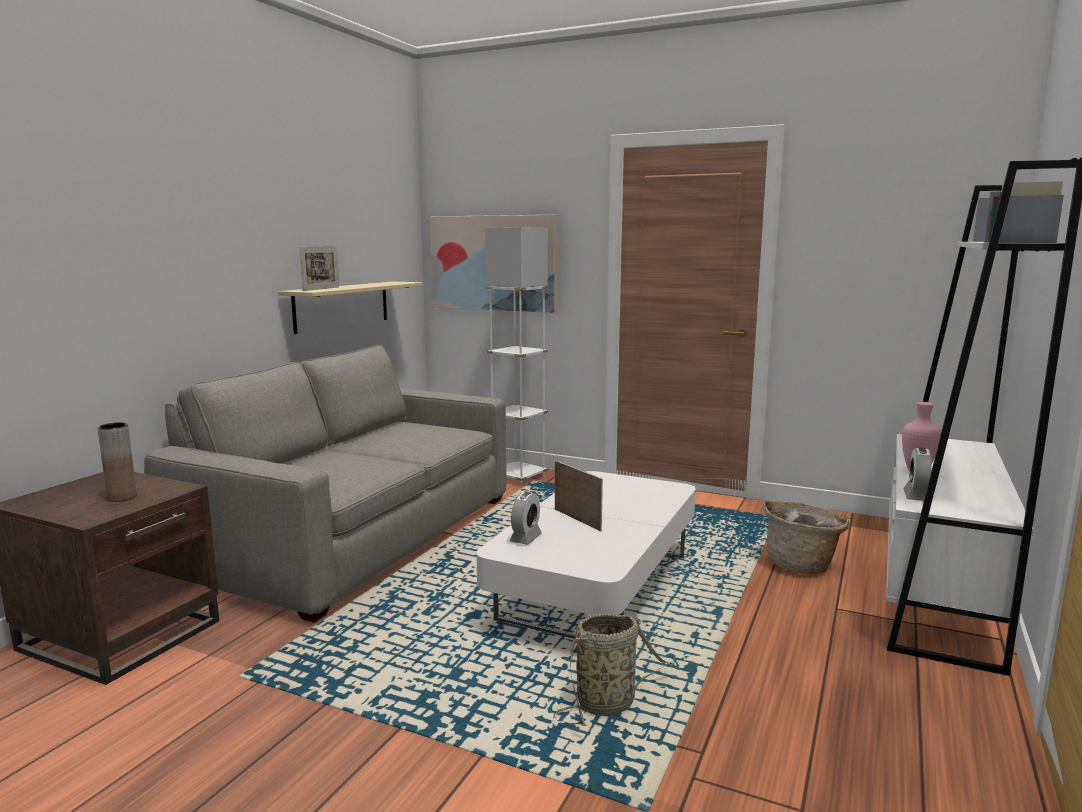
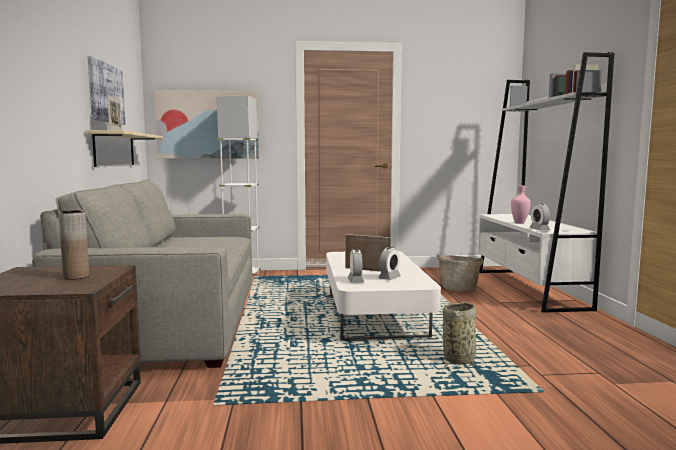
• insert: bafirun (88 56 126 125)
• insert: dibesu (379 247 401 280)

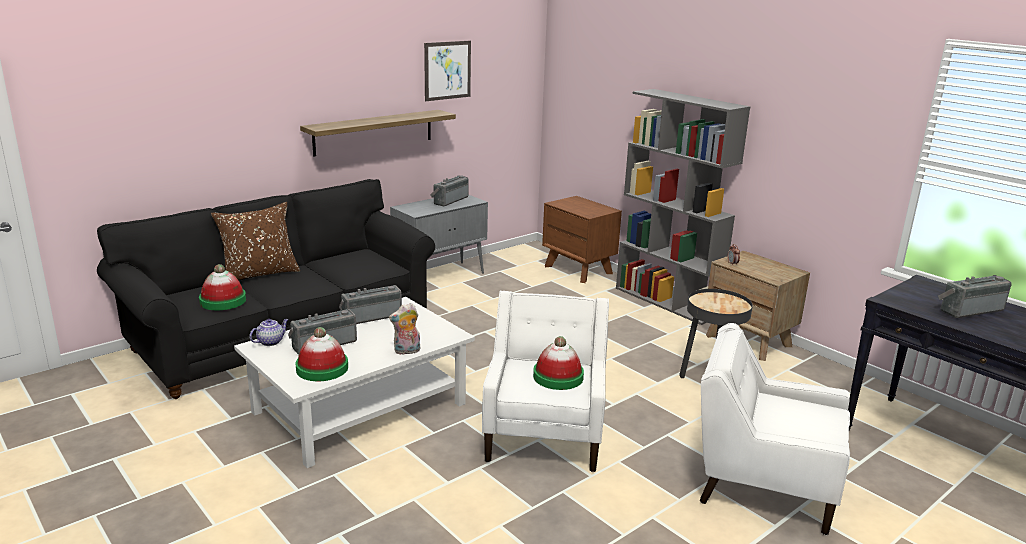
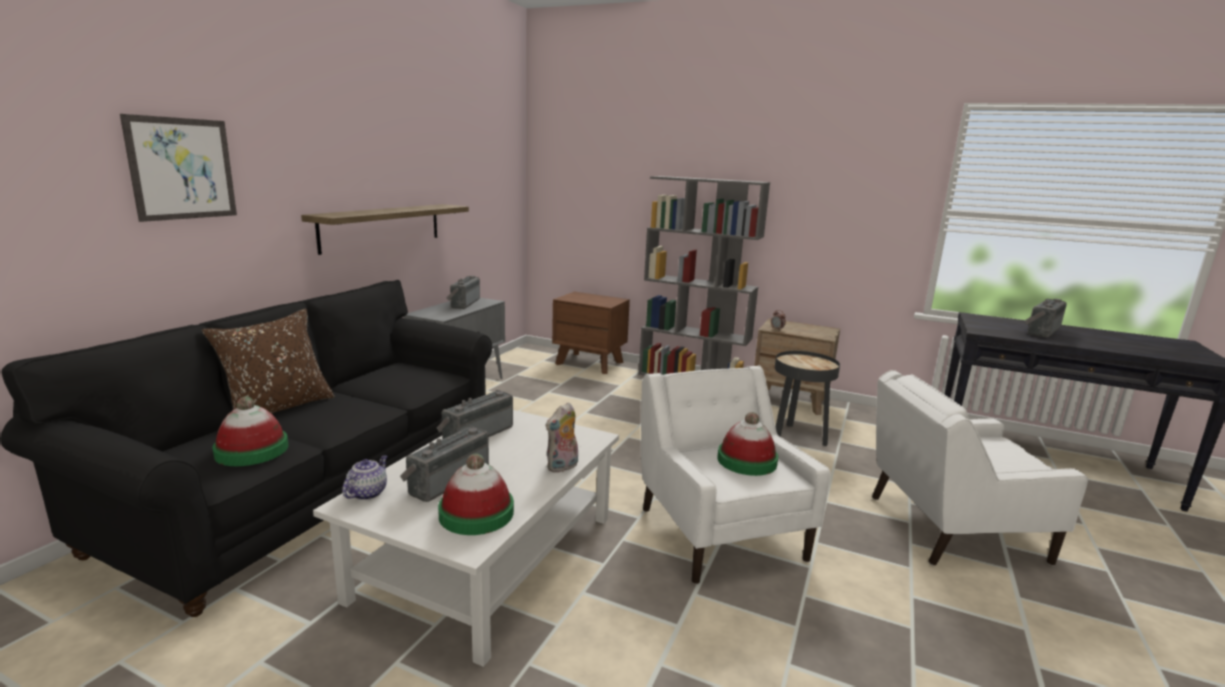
• move: bafirun (424 41 471 101) to (120 114 237 222)

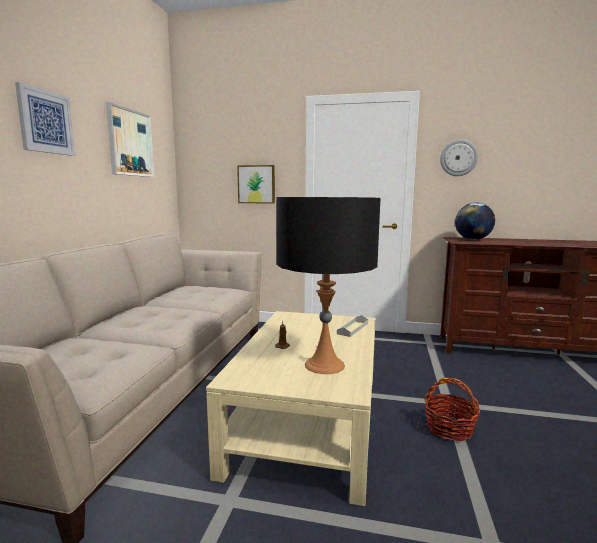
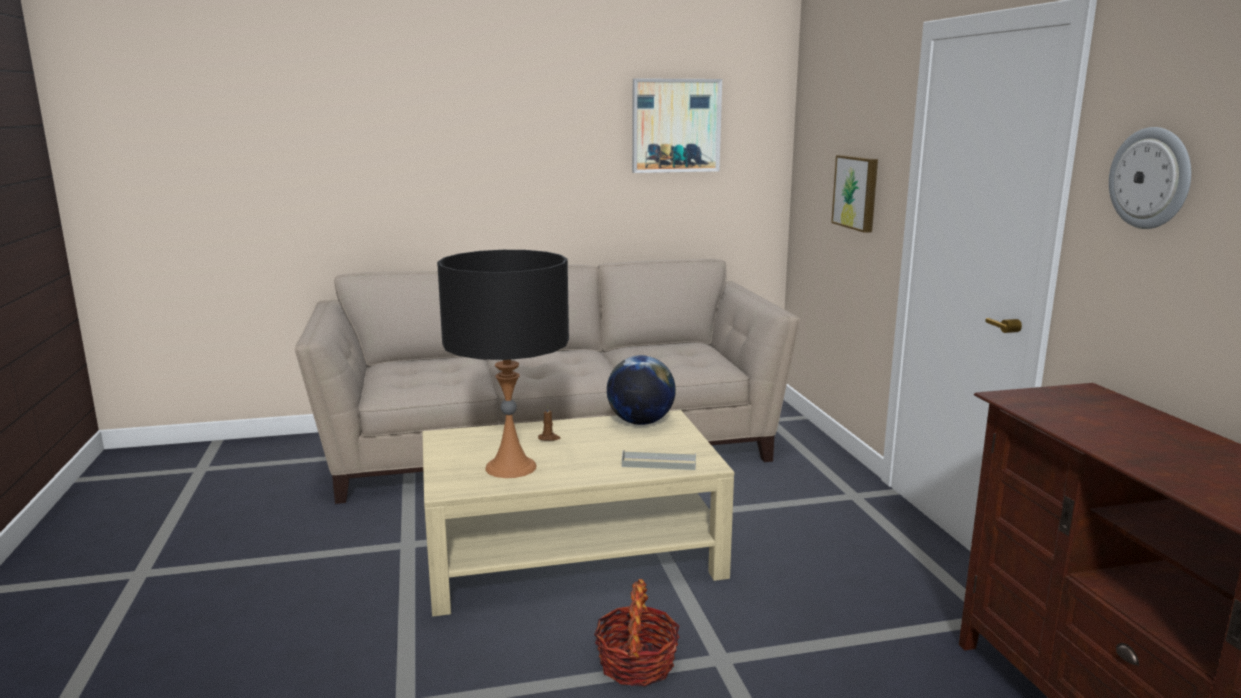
• delete: bafirun (15 82 75 156)
• move: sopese (455 203 495 240) to (607 355 676 425)

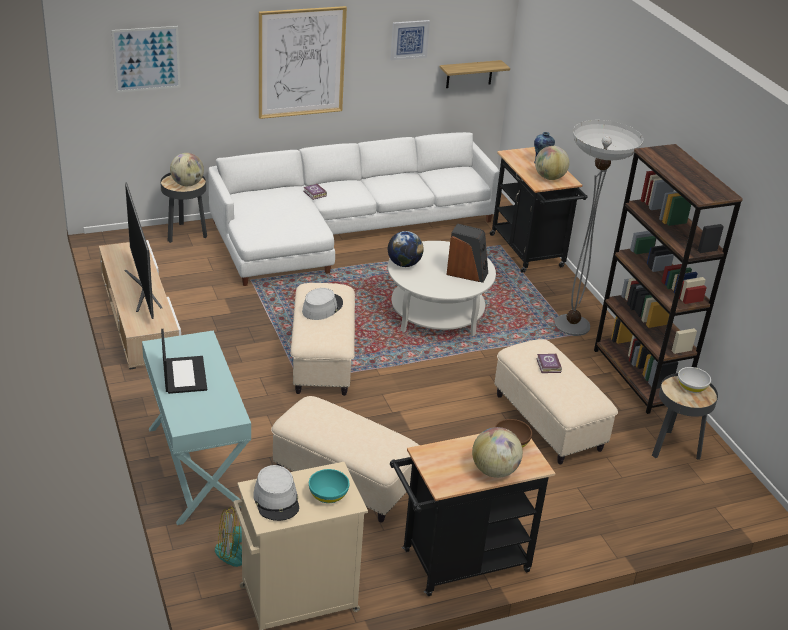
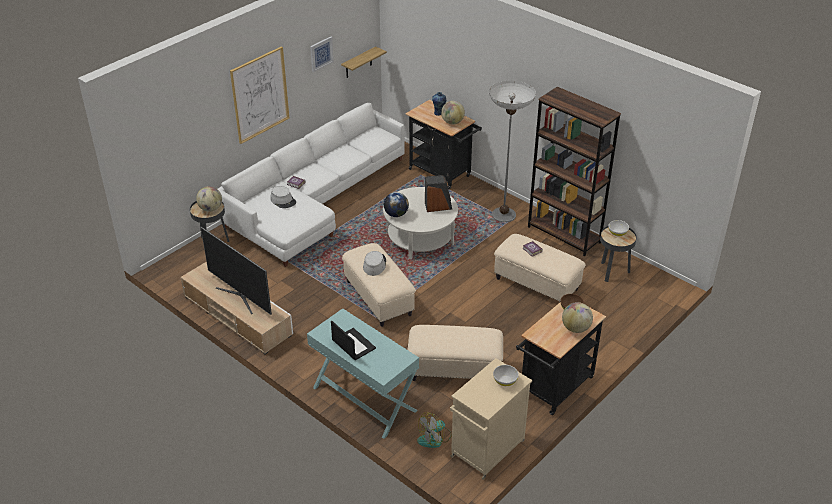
• delete: bafirun (111 26 180 93)
• move: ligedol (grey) (253 465 299 521) to (270 186 296 208)
• recolor: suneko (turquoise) (309 469 350 503) to suneko (white) (493 365 519 386)

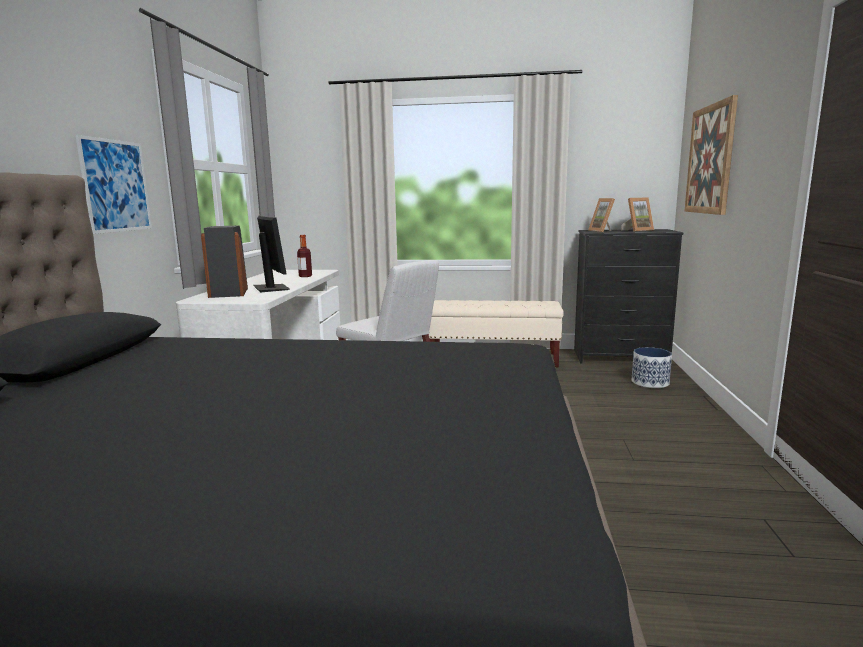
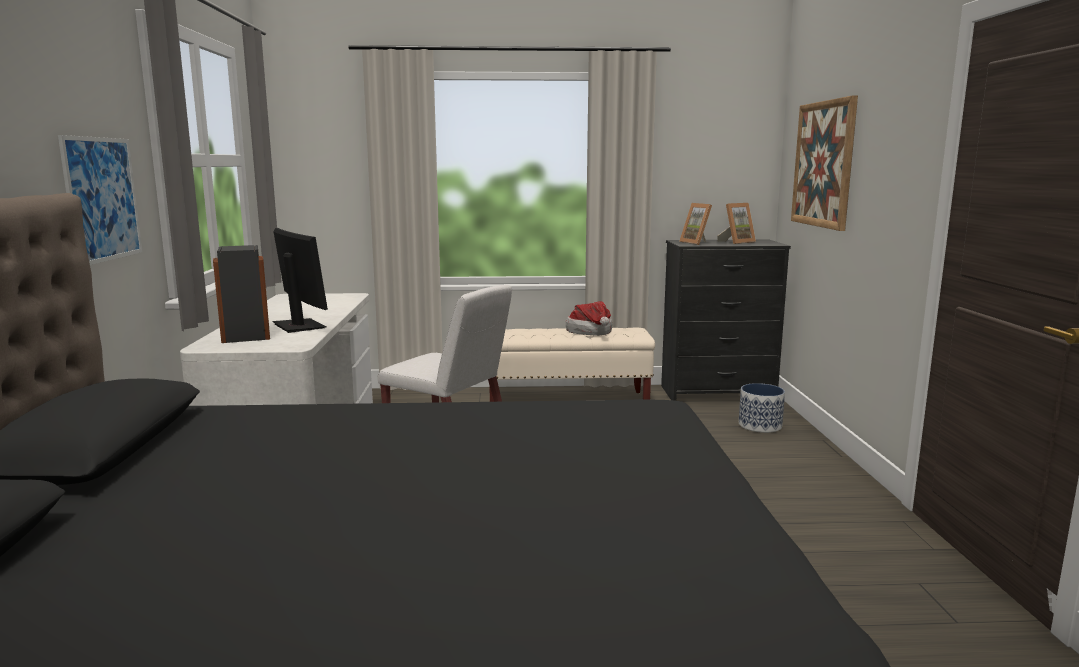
• delete: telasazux (297 235 312 277)
• insert: ligedol (566 301 612 336)

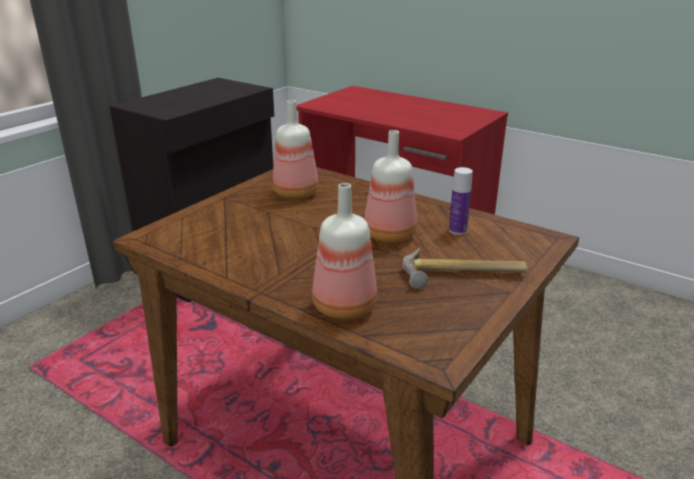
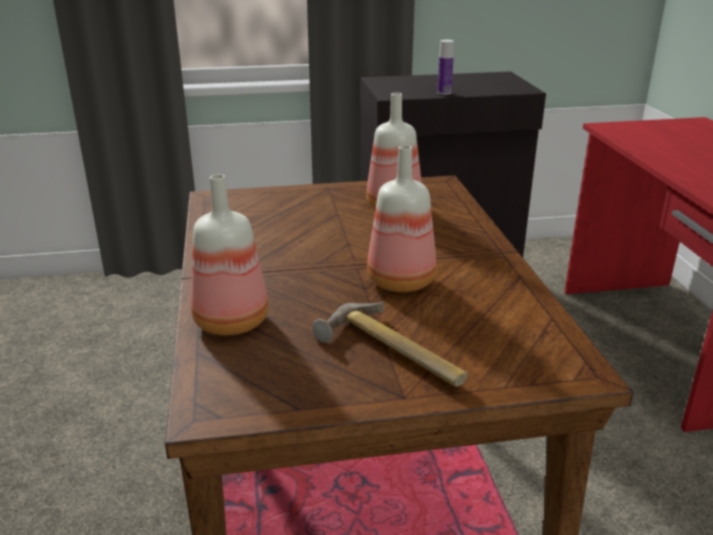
• move: telasazux (449 167 473 235) to (437 40 454 95)

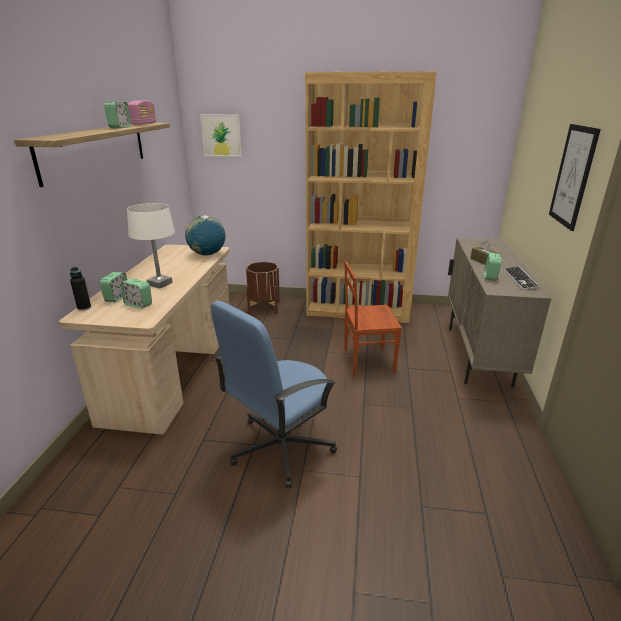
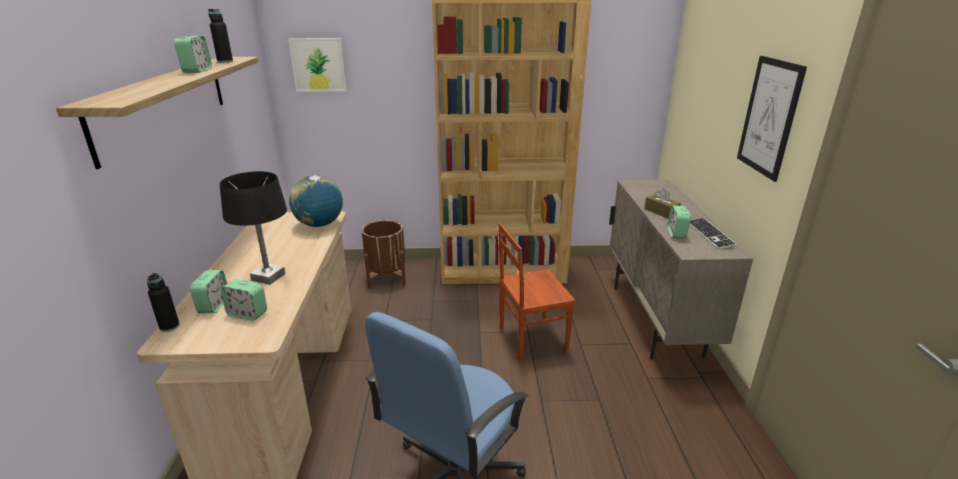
• recolor: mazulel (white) (127 203 175 289) to mazulel (black) (220 171 287 285)
• replace: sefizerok (128 100 156 125) to telasazux (black) (208 9 233 63)

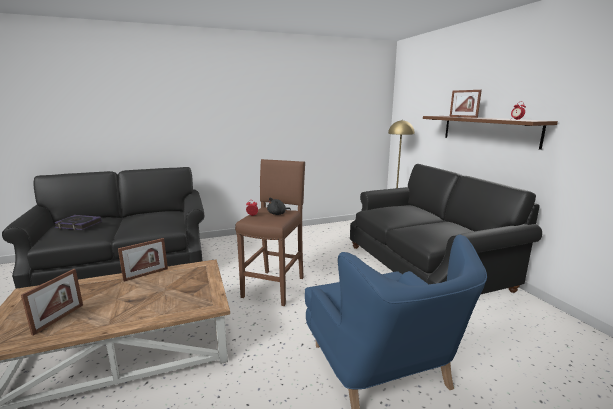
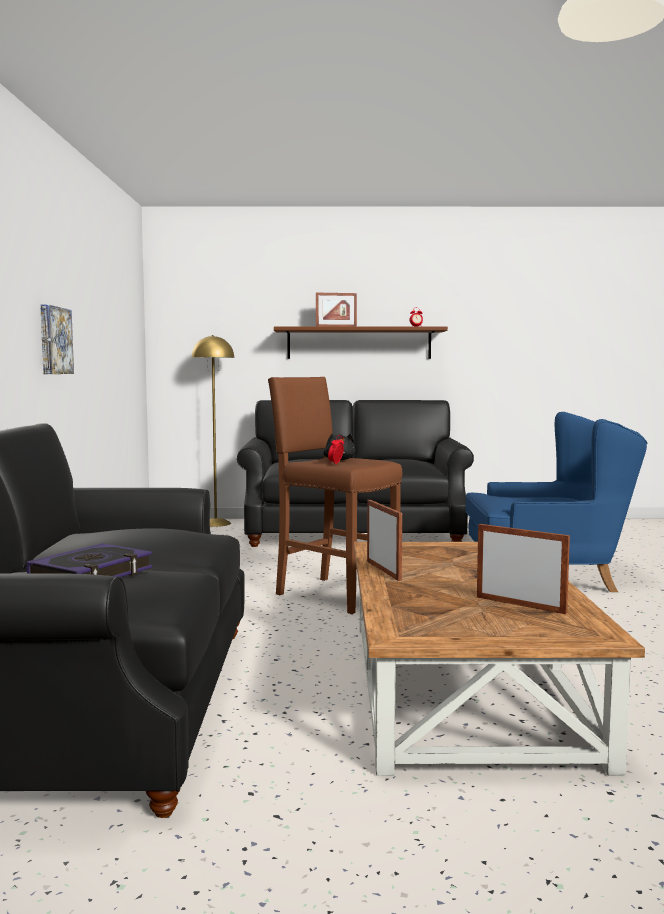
• insert: bafirun (40 305 74 374)

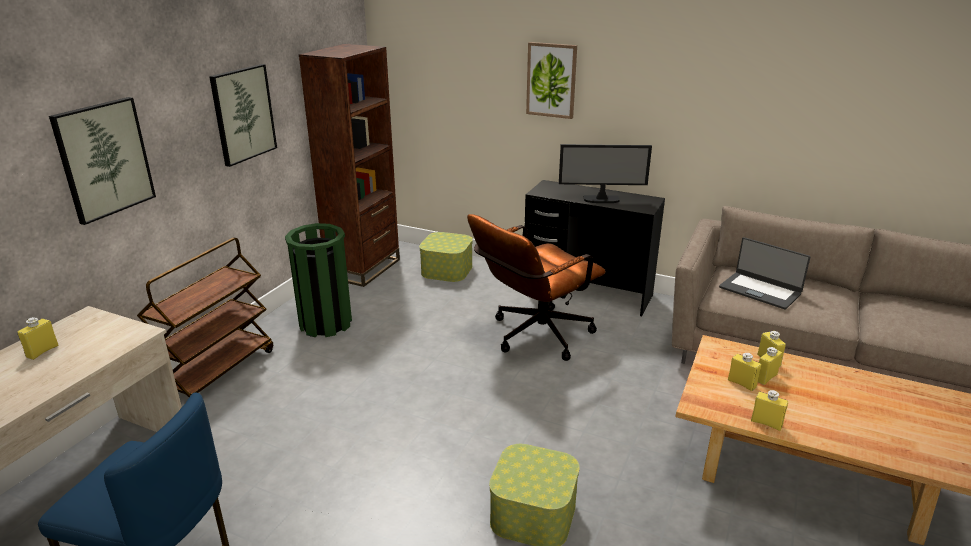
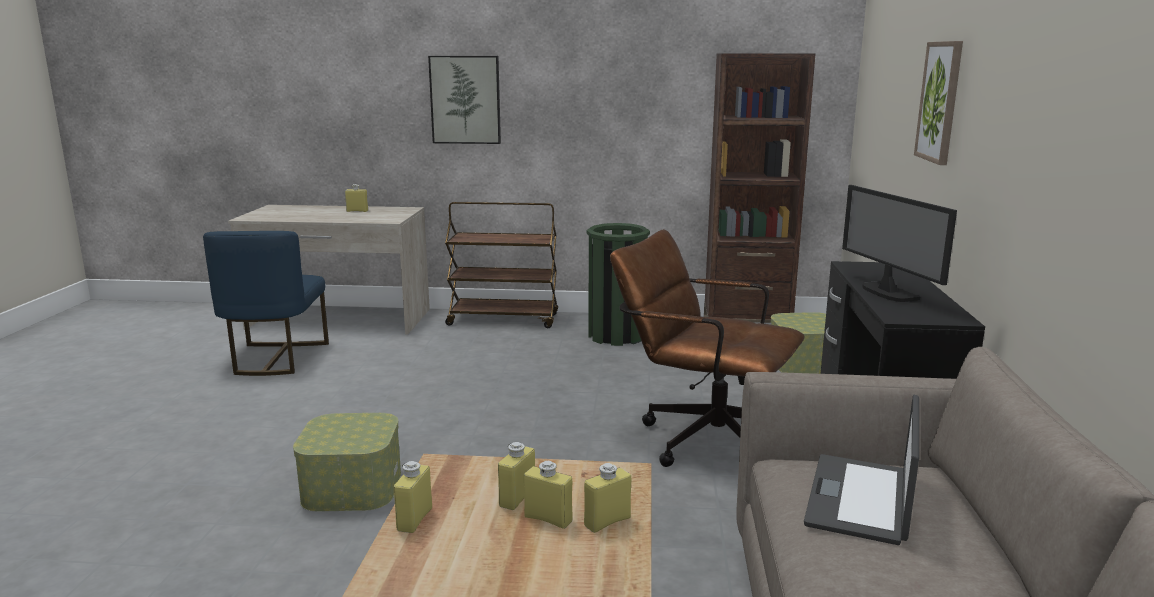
• delete: bafirun (209 64 277 167)

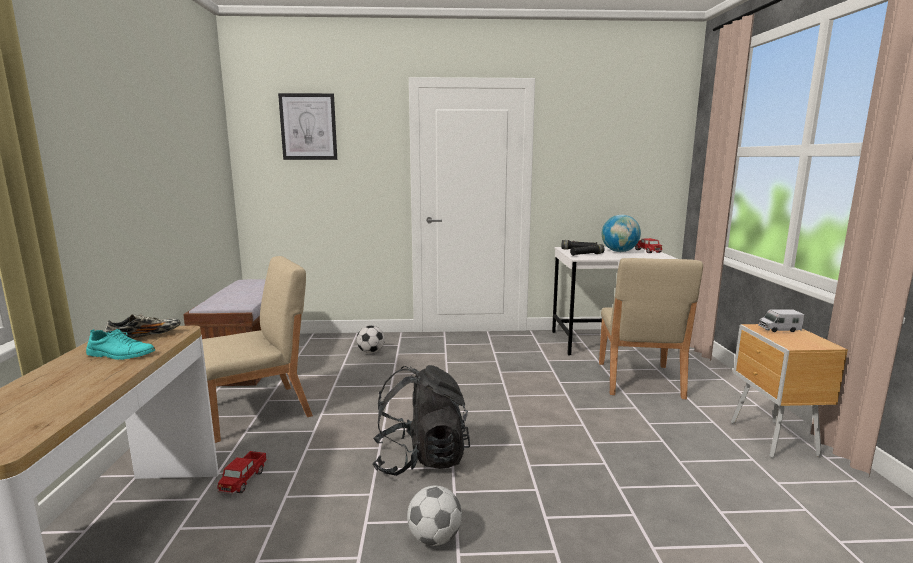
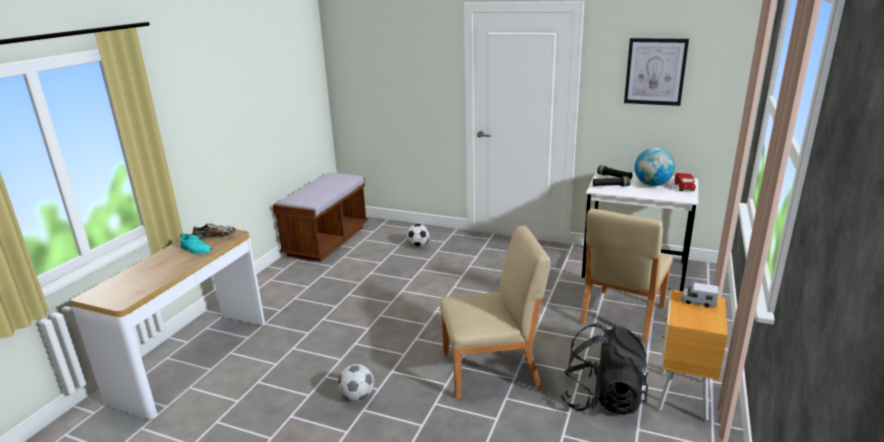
• move: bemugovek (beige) (202 256 313 443) to (440 226 551 399)
• delete: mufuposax (217 451 268 494)
• move: bafirun (278 93 337 160) to (624 38 689 106)
• move: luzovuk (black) (372 365 470 476) to (560 323 648 415)

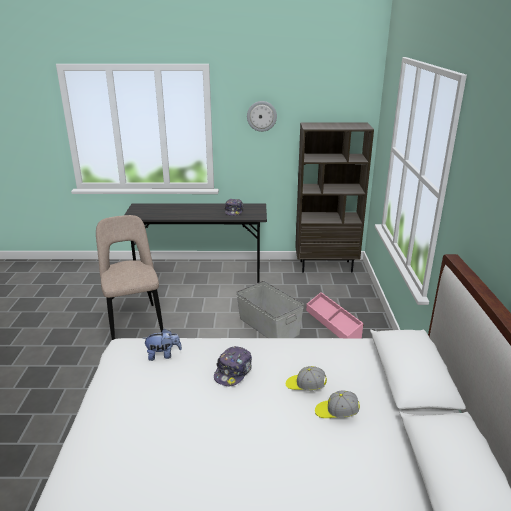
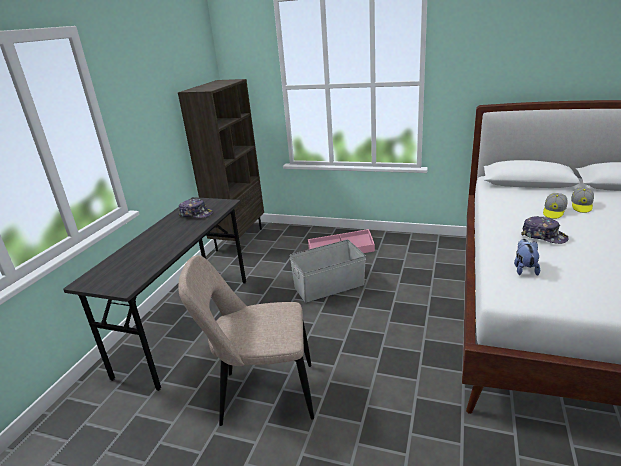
• delete: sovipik (247 101 277 132)

